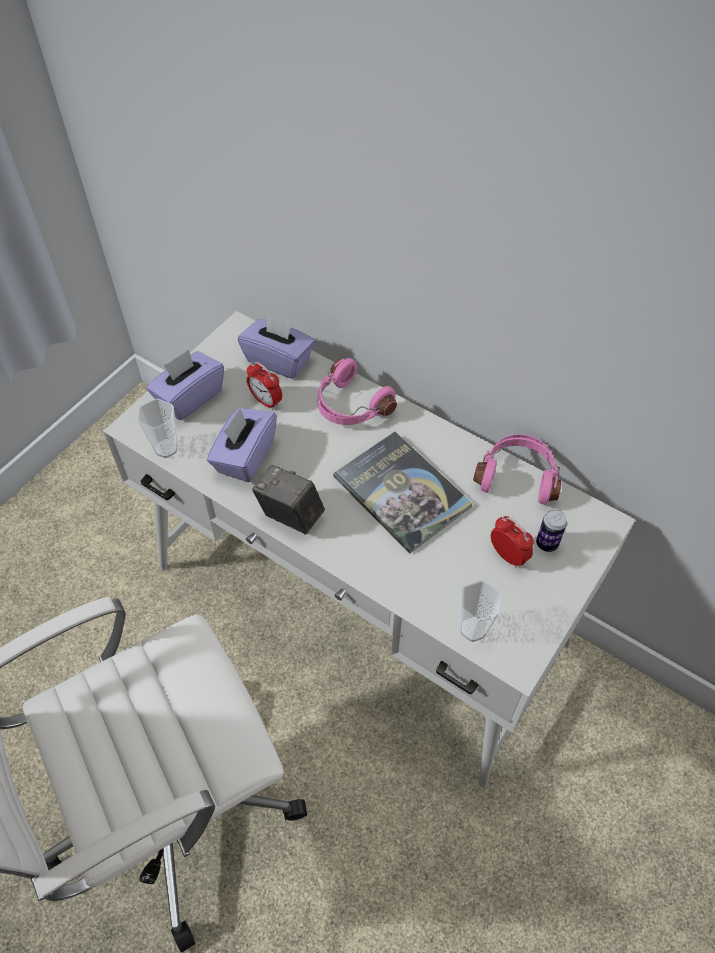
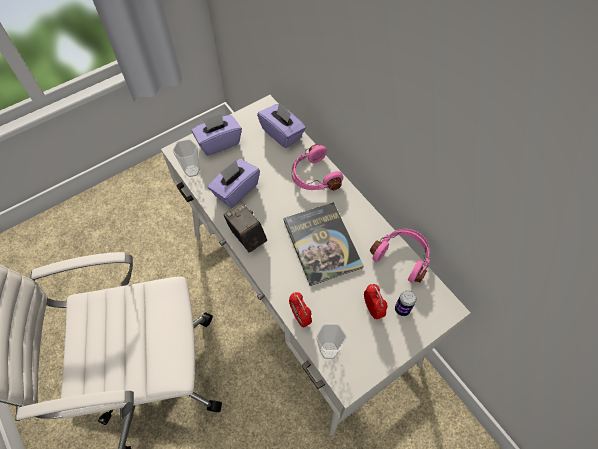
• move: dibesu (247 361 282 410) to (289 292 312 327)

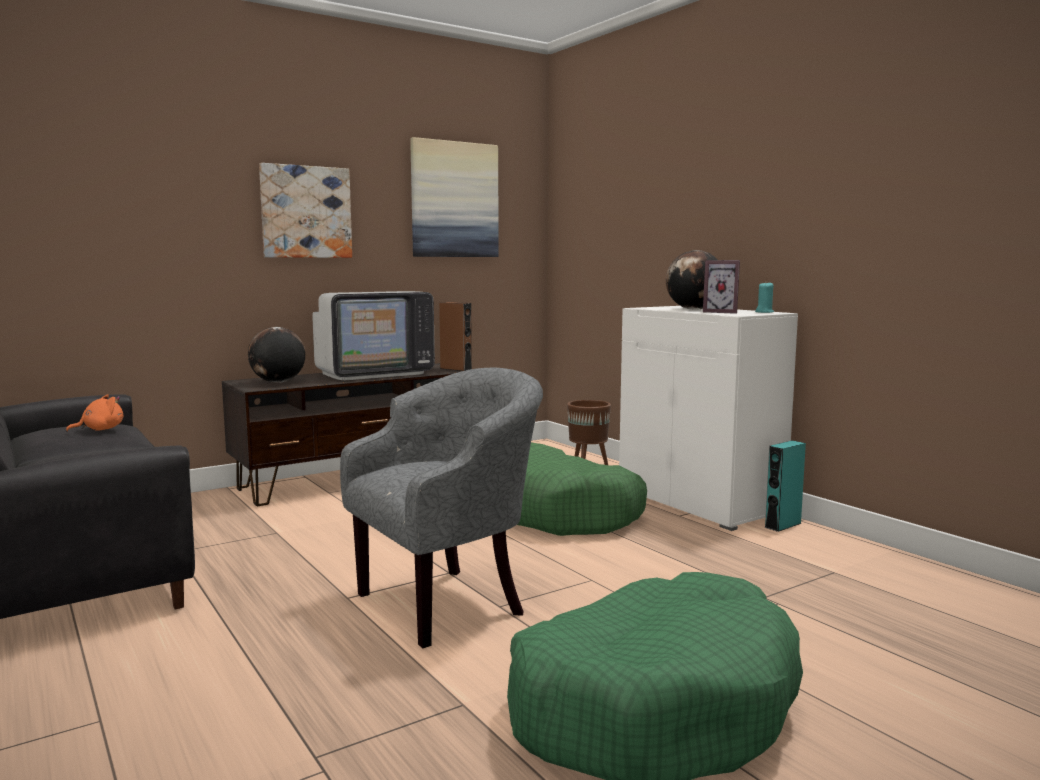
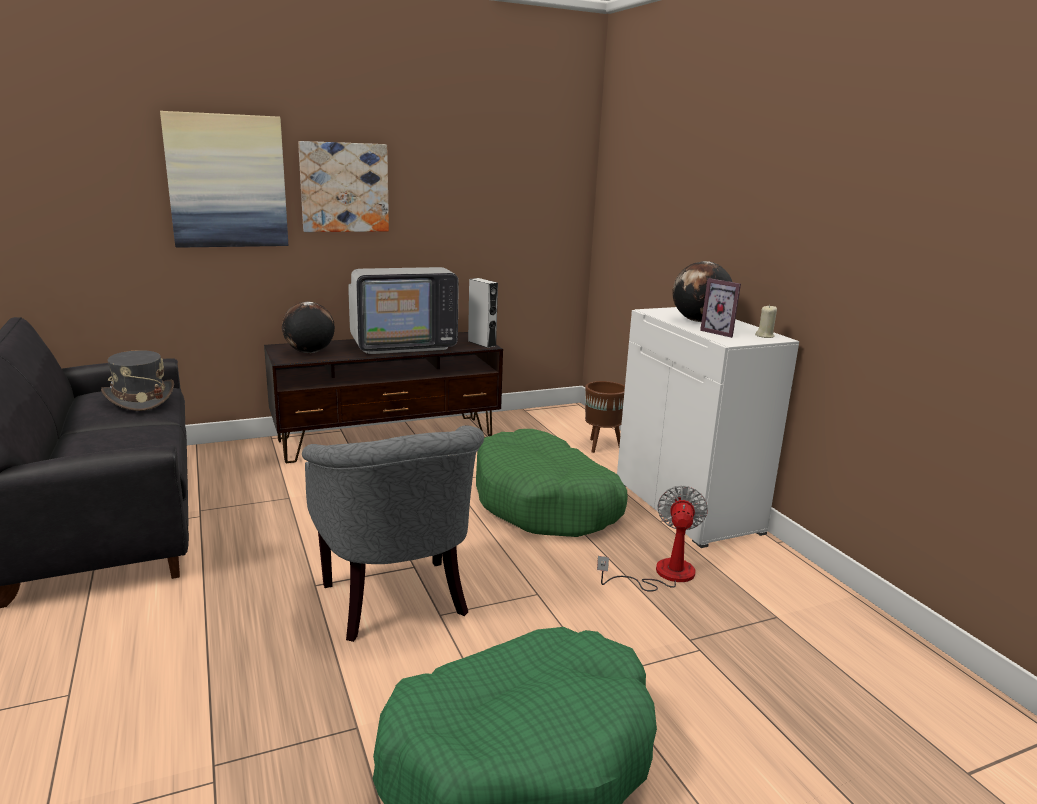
• replace: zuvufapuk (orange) (66 395 123 431) to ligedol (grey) (101 350 174 411)
• rotate: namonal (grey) (340 368 543 648) = (302 425 484 642) 90 degrees clockwise
• move: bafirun (410 137 499 257) to (160 111 288 248)
• recolor: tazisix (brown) (439 302 472 371) to tazisix (grey) (468 278 498 348)
• recolor: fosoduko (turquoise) (755 283 774 313) to fosoduko (beige) (755 305 777 338)
• delete: tazisix (turquoise) (764 440 806 532)
• insert: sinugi (597 486 708 592)

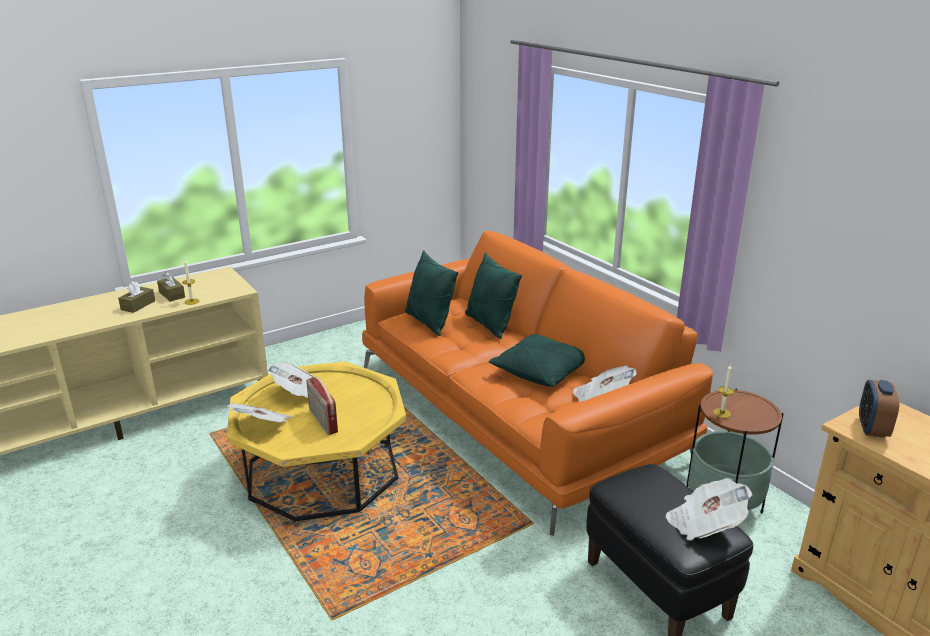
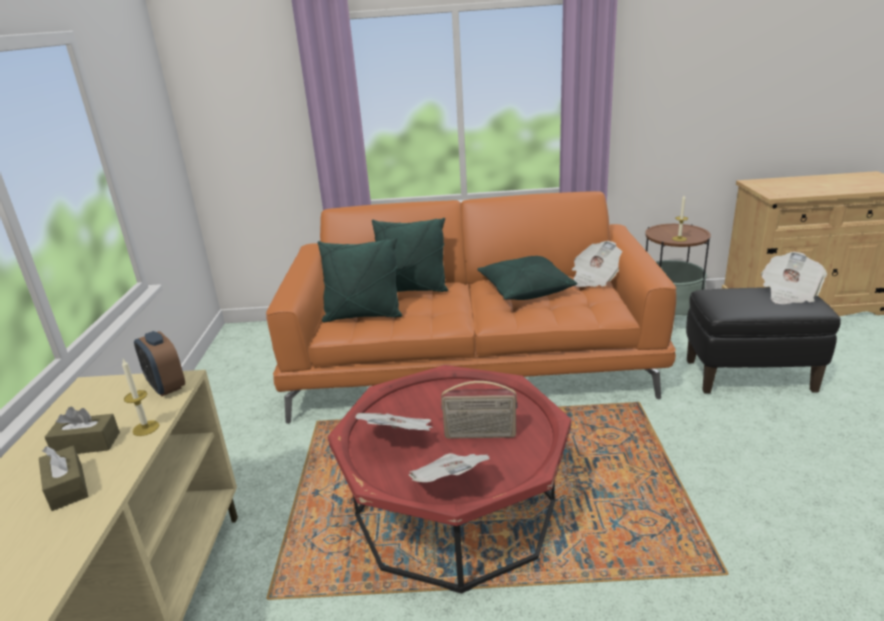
• recolor: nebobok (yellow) (227 362 406 522) to nebobok (red) (328 365 571 594)
• move: dibesu (859 380 900 438) to (134 331 185 396)

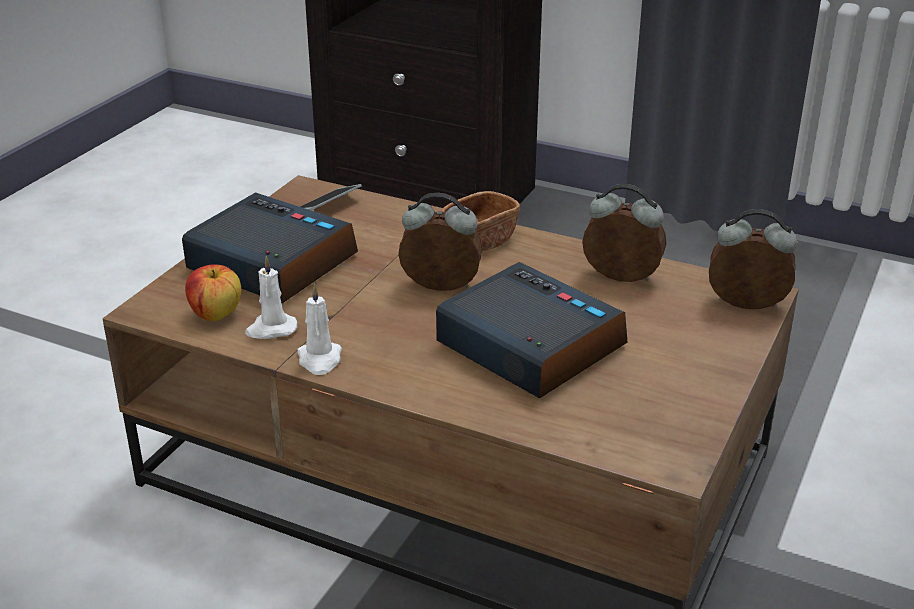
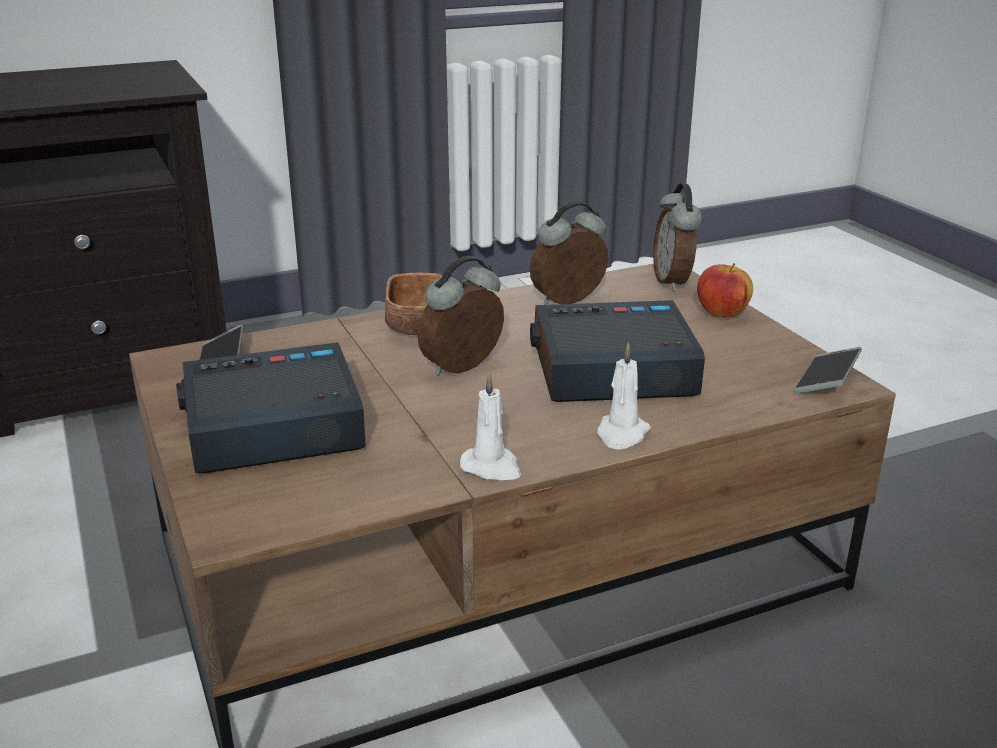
• move: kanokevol (185 265 241 321) to (697 263 753 318)
• move: fosoduko (white) (245 256 297 339) to (597 342 651 450)
• rotate: dibesu (709 209 797 309) = (653 183 702 291) 60 degrees counterclockwise
• insert: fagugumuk (794 347 862 394)

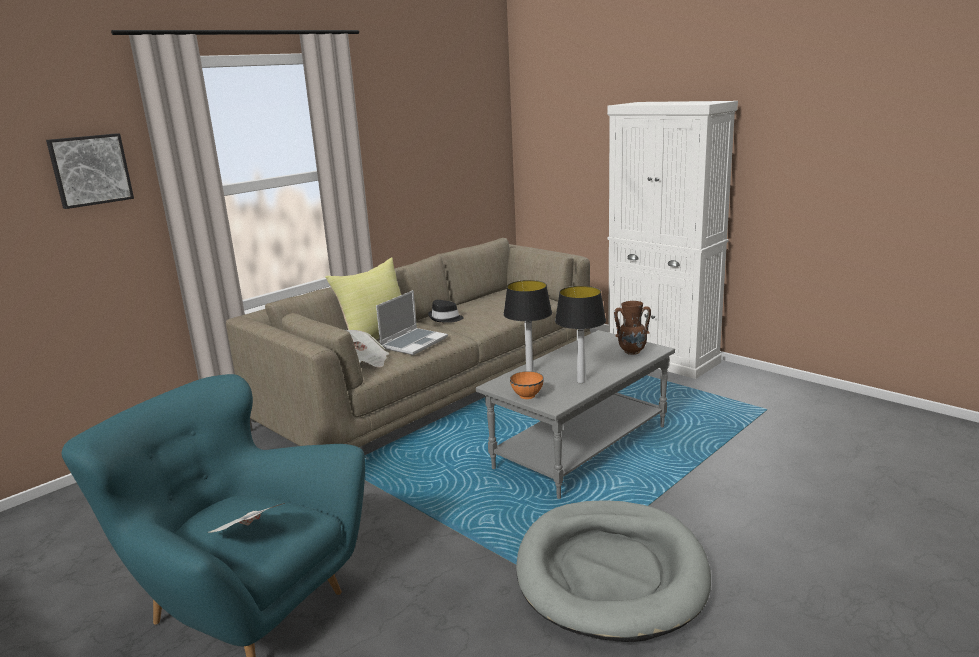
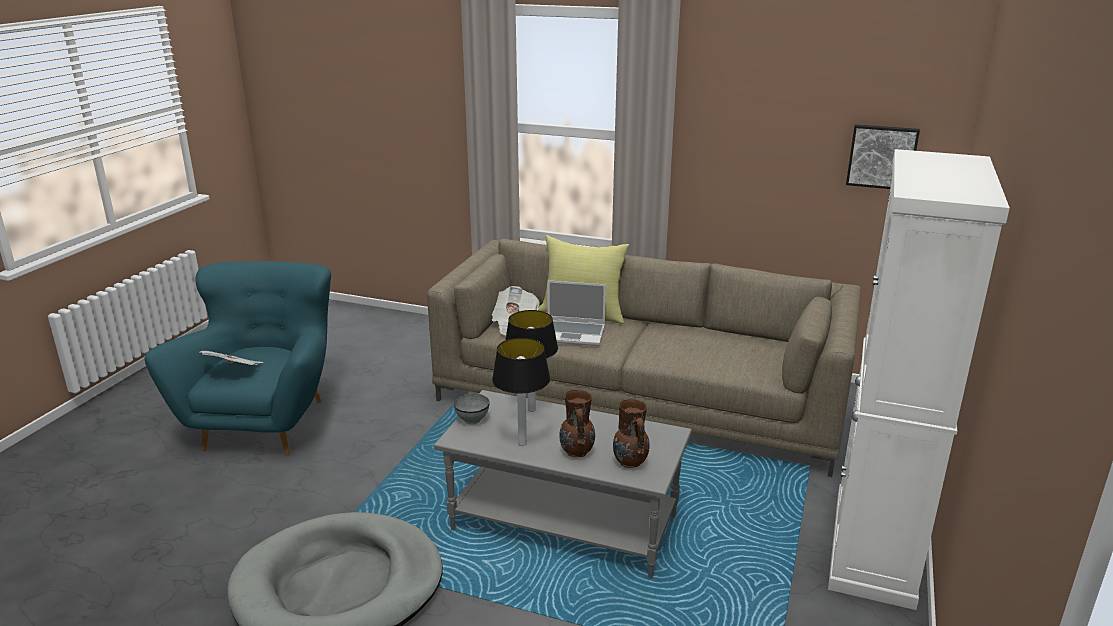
• move: bafirun (46 133 134 209) to (846 124 920 189)
• delete: ligedol (black) (428 300 464 323)
• recolor: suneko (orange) (510 371 544 399) to suneko (grey) (454 394 490 425)
• insert: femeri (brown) (559 390 595 457)

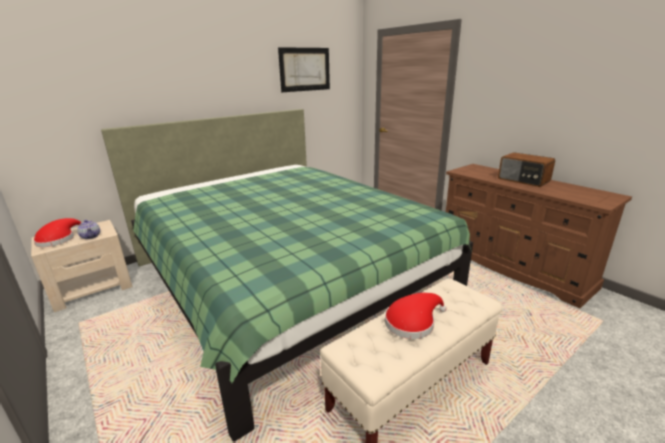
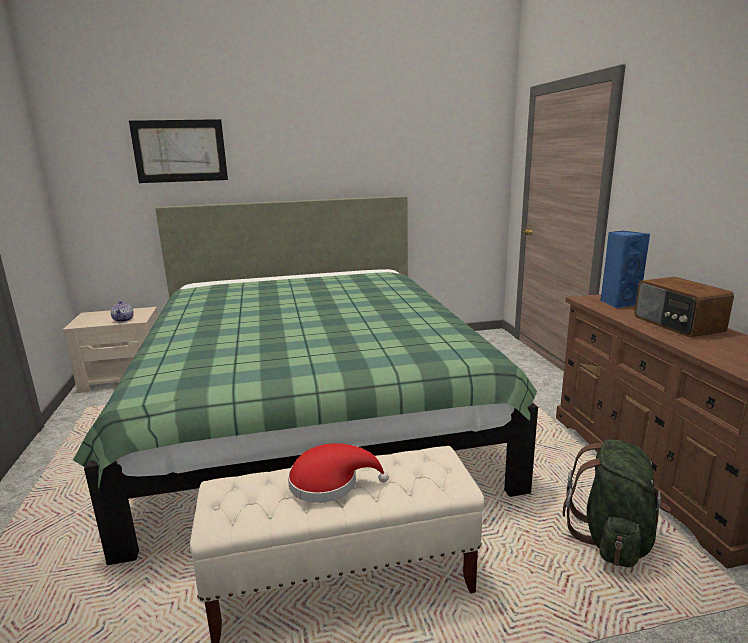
• delete: ligedol (red) (33 218 82 247)
• move: bafirun (278 47 330 92) to (129 119 228 183)
• insert: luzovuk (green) (563 440 671 567)
• insert: tazisix (blue) (601 231 650 308)

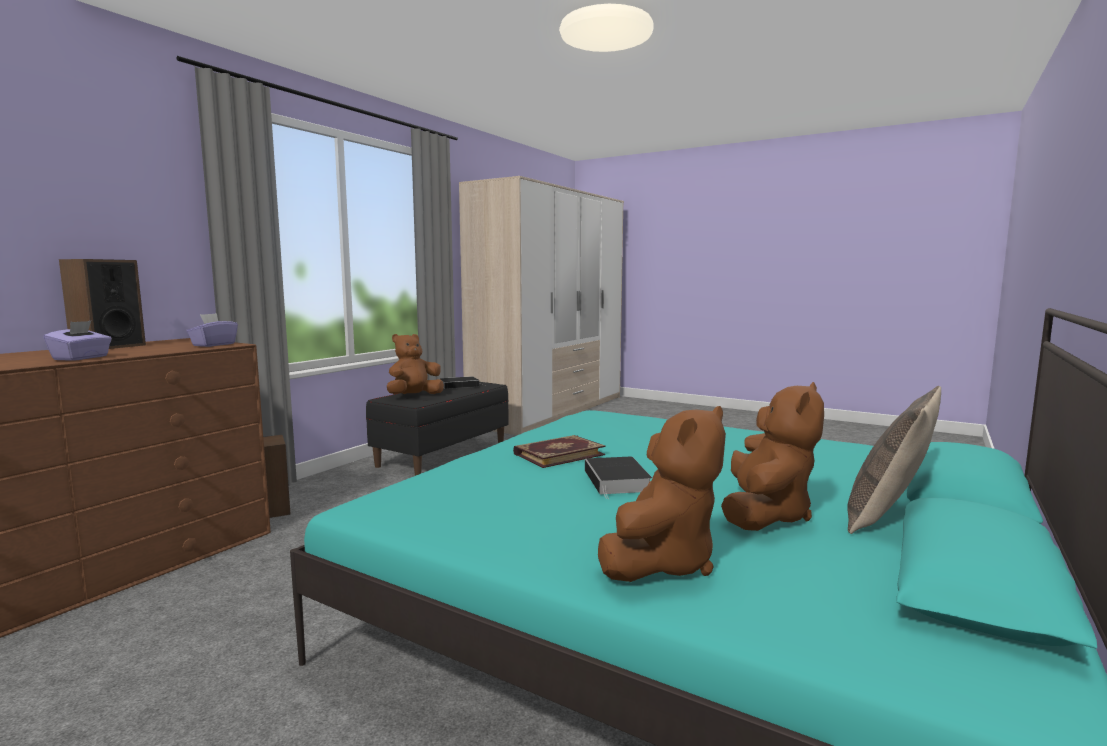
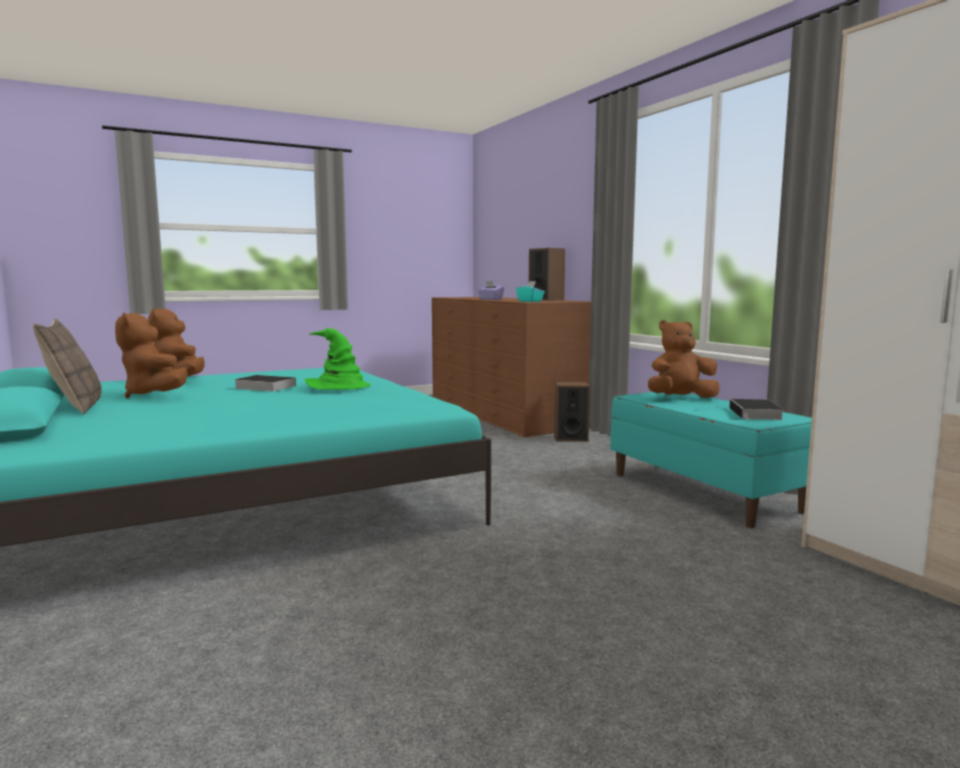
• recolor: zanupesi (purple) (186 313 238 347) to zanupesi (turquoise) (516 281 545 302)
• recolor: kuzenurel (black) (366 382 509 476) to kuzenurel (turquoise) (610 392 812 528)
• rotate: zuvufapuk (brown) (387 334 444 394) = (648 320 720 398) 90 degrees counterclockwise
• replace: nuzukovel (513 435 605 468) to ligedol (green) (305 328 371 390)

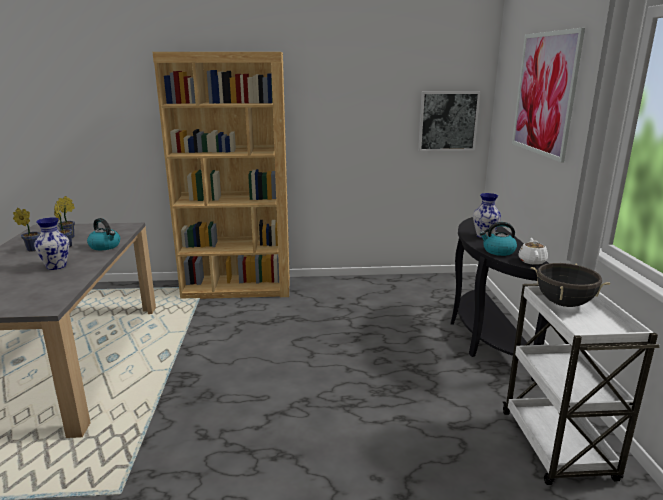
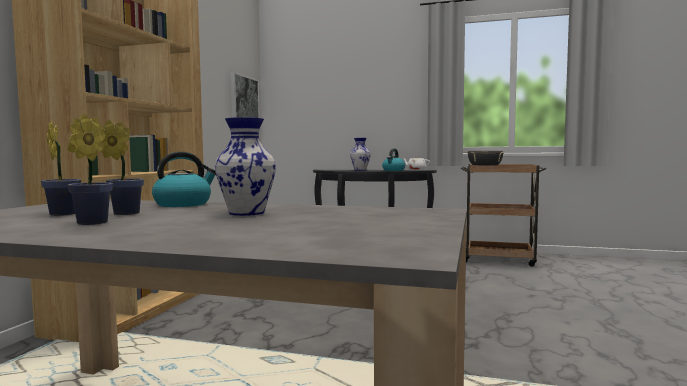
• recolor: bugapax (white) (503 283 660 485) to bugapax (brown) (461 164 546 267)
• delete: bafirun (512 28 585 162)

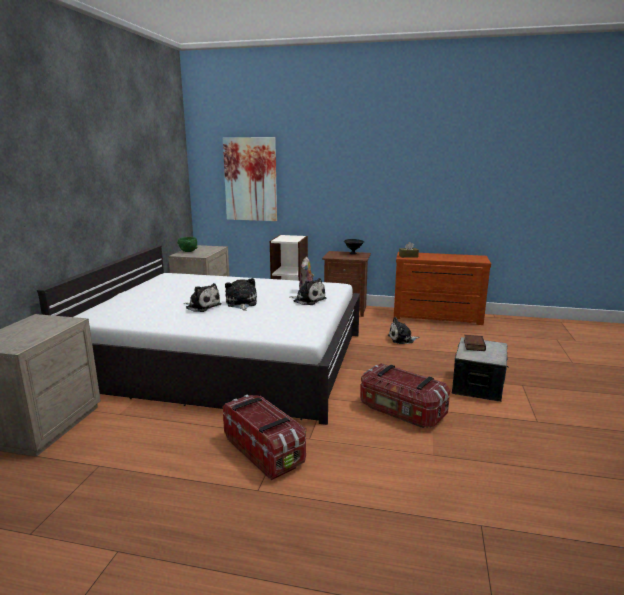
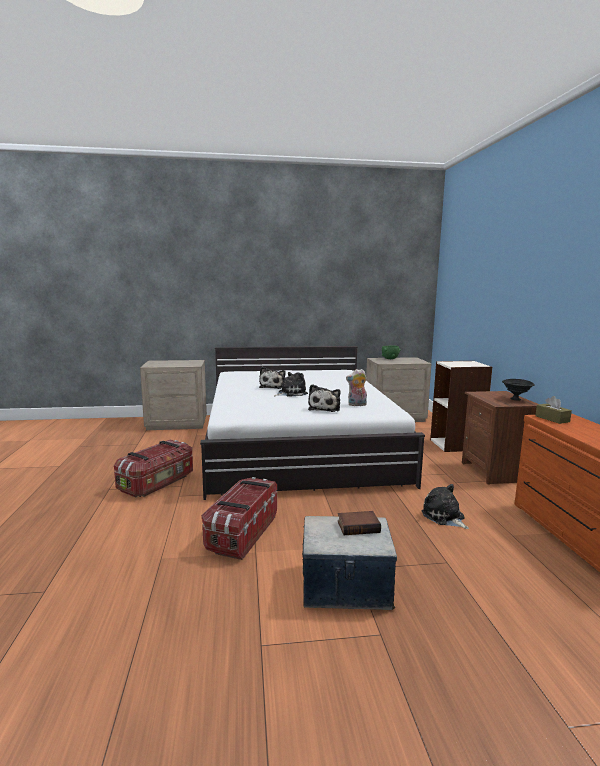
• delete: bafirun (223 137 277 221)

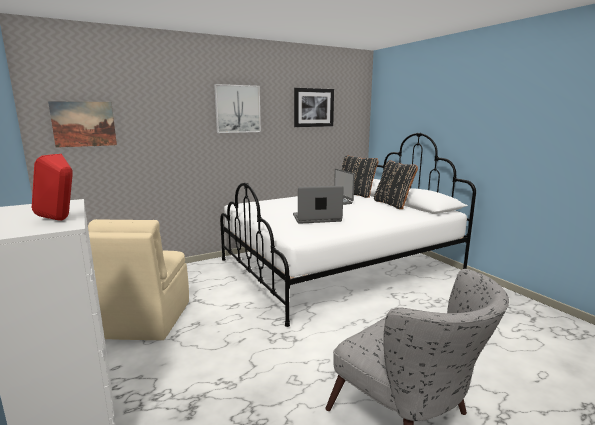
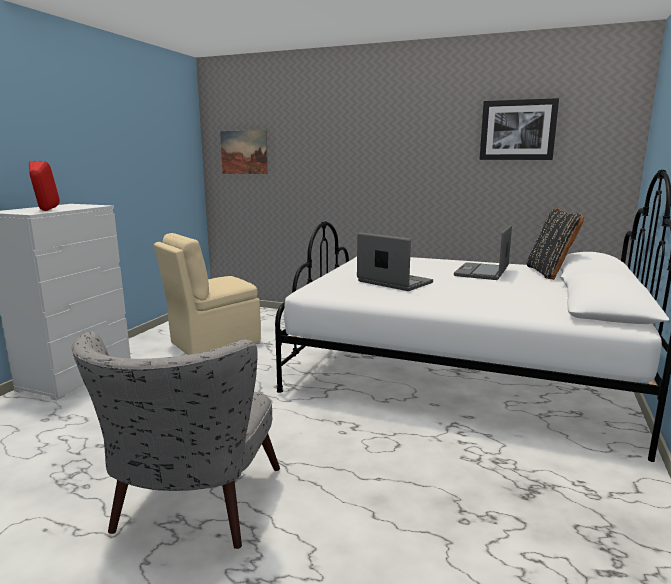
• delete: bafirun (214 84 261 133)
• delete: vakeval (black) (374 160 418 210)

